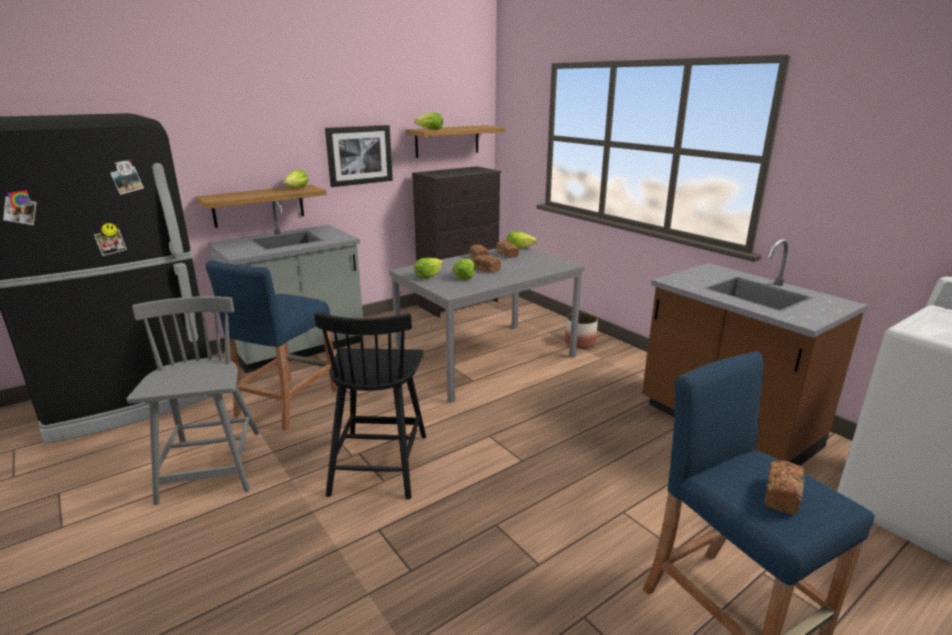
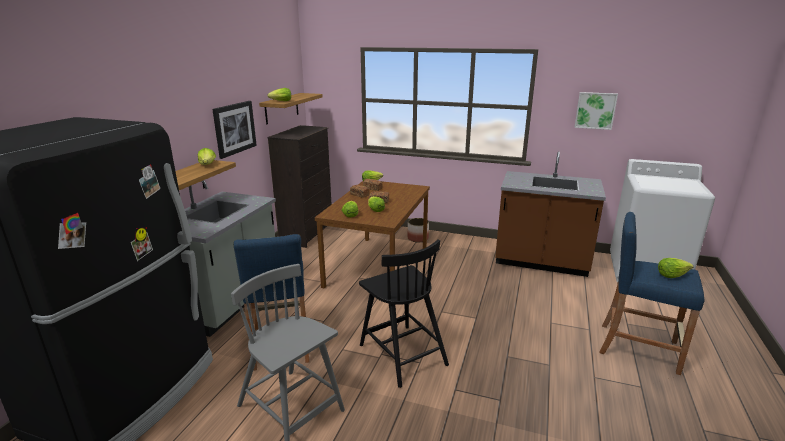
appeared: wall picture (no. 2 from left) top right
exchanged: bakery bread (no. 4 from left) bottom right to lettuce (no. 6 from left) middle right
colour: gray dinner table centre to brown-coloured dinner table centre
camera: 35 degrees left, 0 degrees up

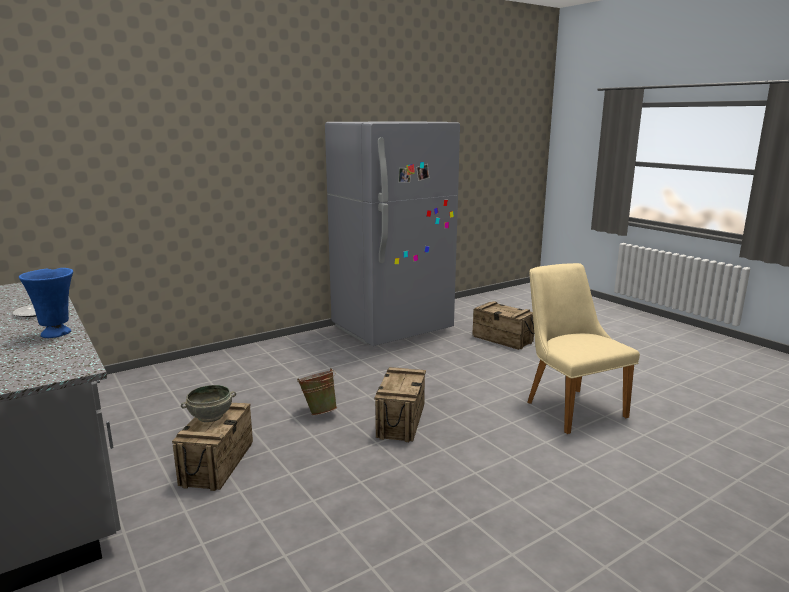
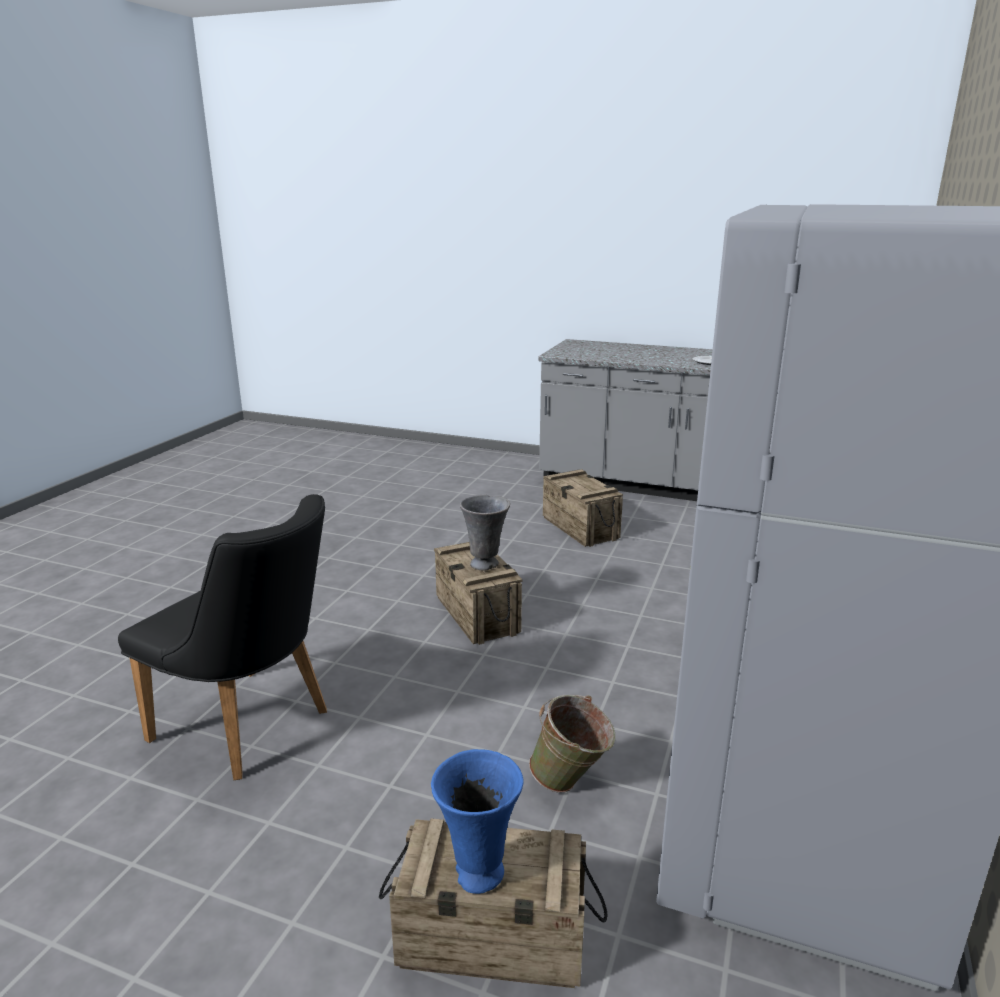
missing: gray serving bowl bottom left
appeared: gray vase centre
relocated: blue vase middle left to bottom centre; green pail centre to bottom centre
colour: sand-coloured upright chair middle right to black upright chair middle left
camera: 145 degrees right, 5 degrees up

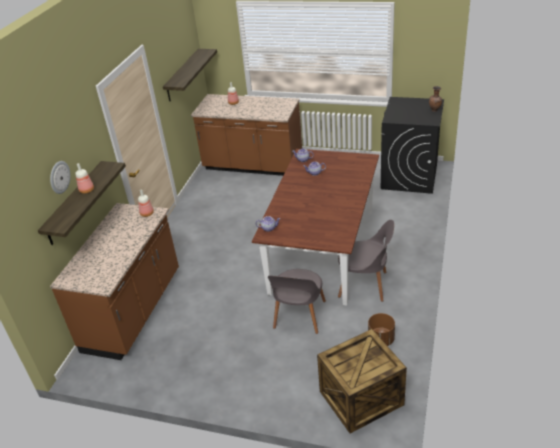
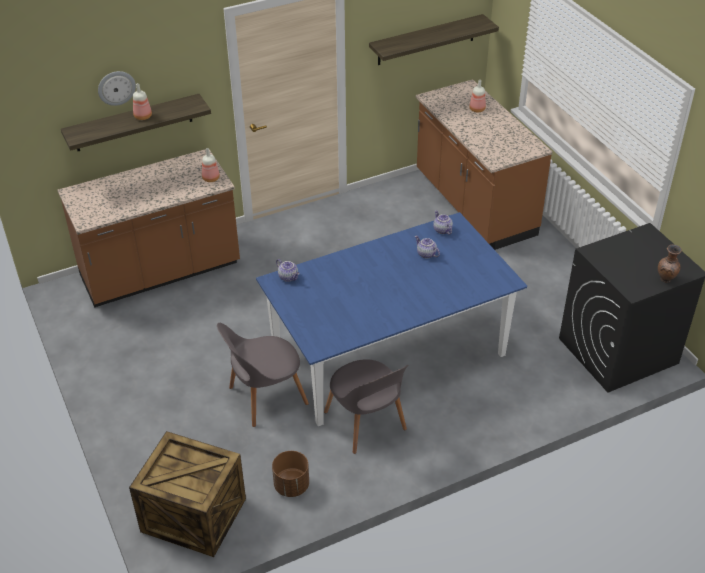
colour: brown-coloured dinner table centre to blue dinner table centre
camera: 45 degrees right, 5 degrees up

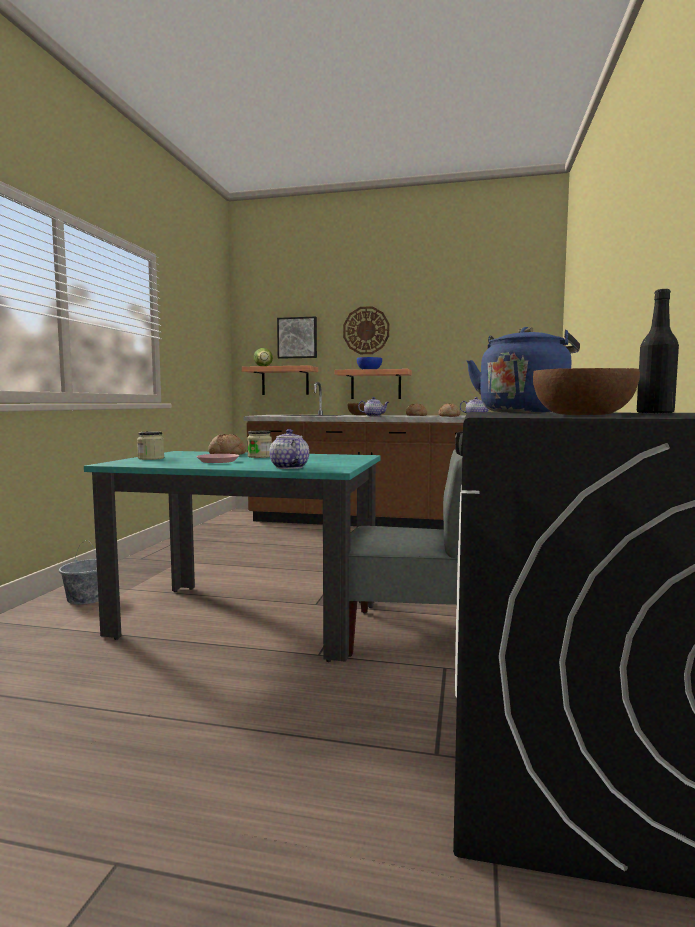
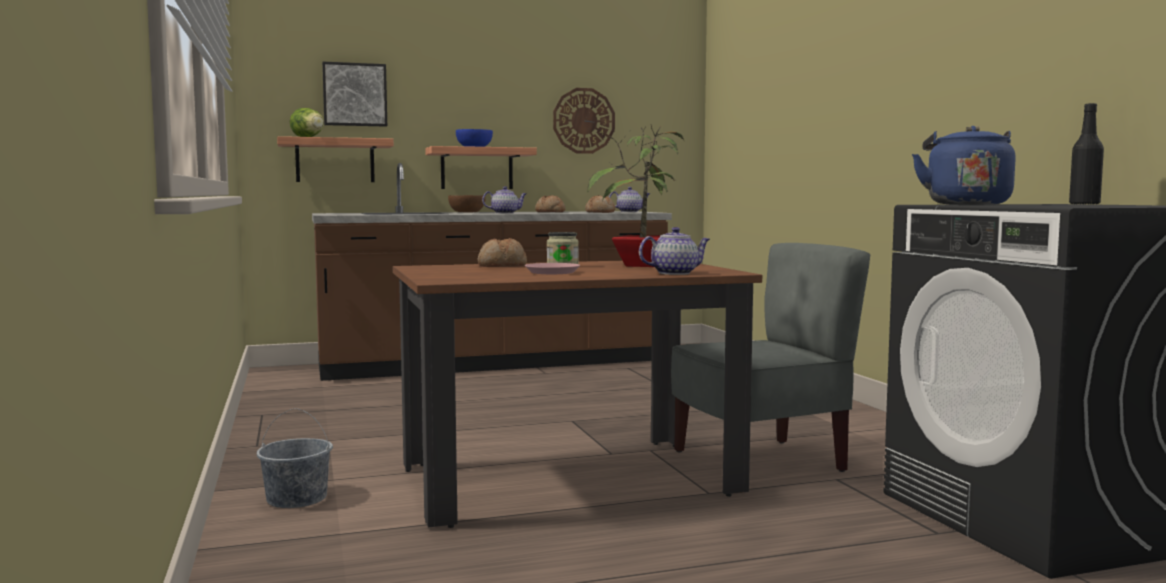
missing: storage jar (no. 1 from left) middle left; brown-coloured serving bowl (no. 2 from left) middle right
appeared: plant in a pot centre
relocated: wall clock centre to top centre
colour: blue-green dinner table centre to brown-coloured dinner table bottom centre
spun: tea pot (no. 1 from left in the first image) centre = centre 120 degrees clockwise
camera: 30 degrees left, 0 degrees up

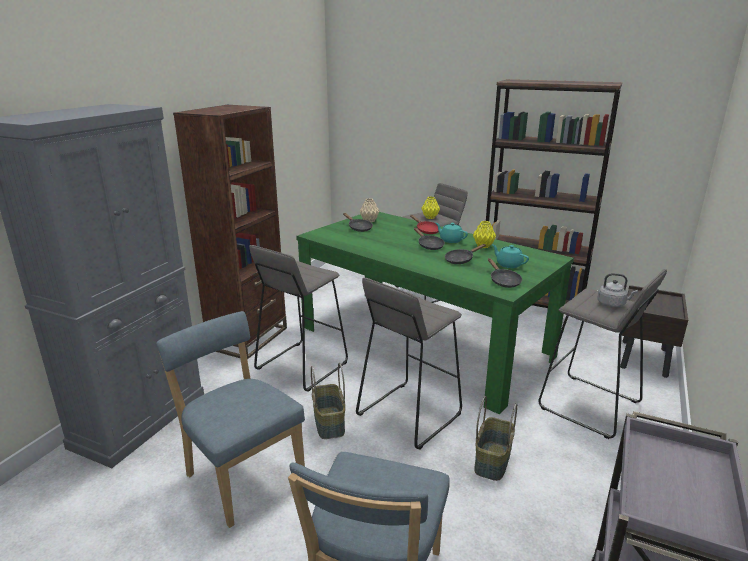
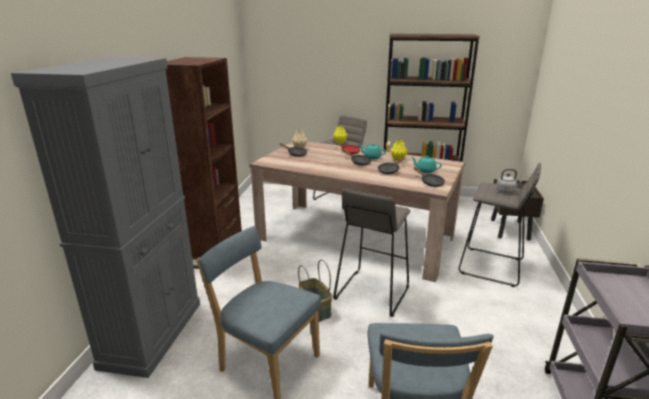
missing: gray stool (no. 1 from left) centre; storage basket (no. 2 from left) bottom centre
colour: green dinner table centre to sand-coloured dinner table centre
camera: 15 degrees left, 0 degrees up

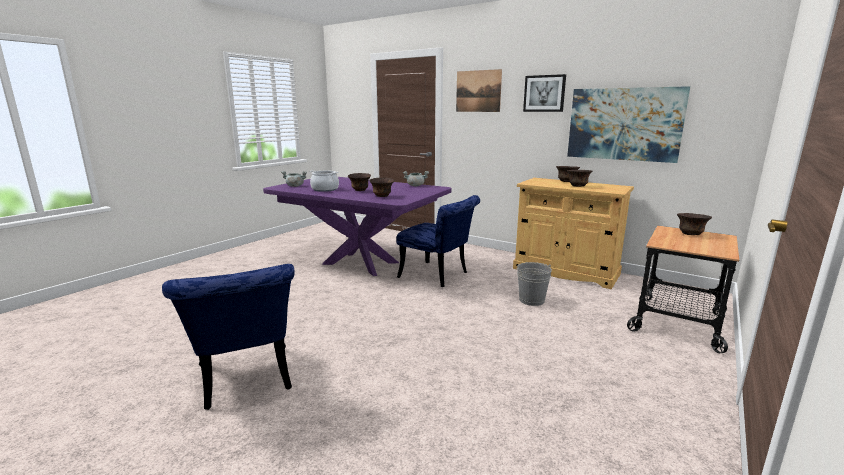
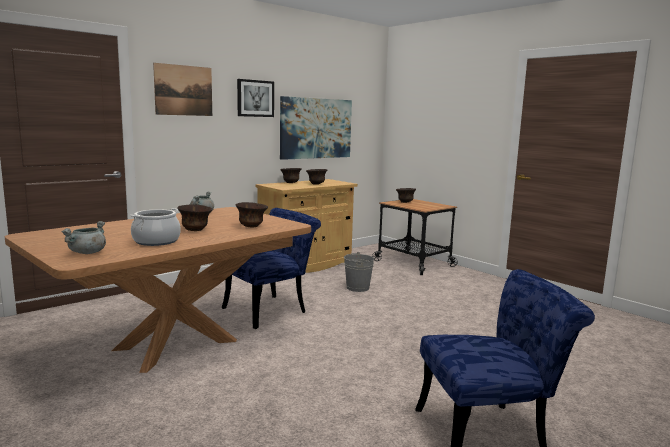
colour: purple dinner table centre to brown-coloured dinner table middle left
camera: 75 degrees left, 5 degrees down

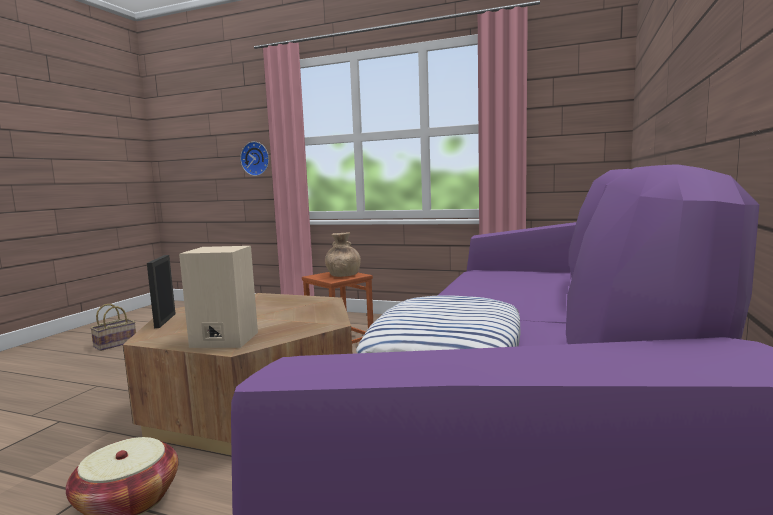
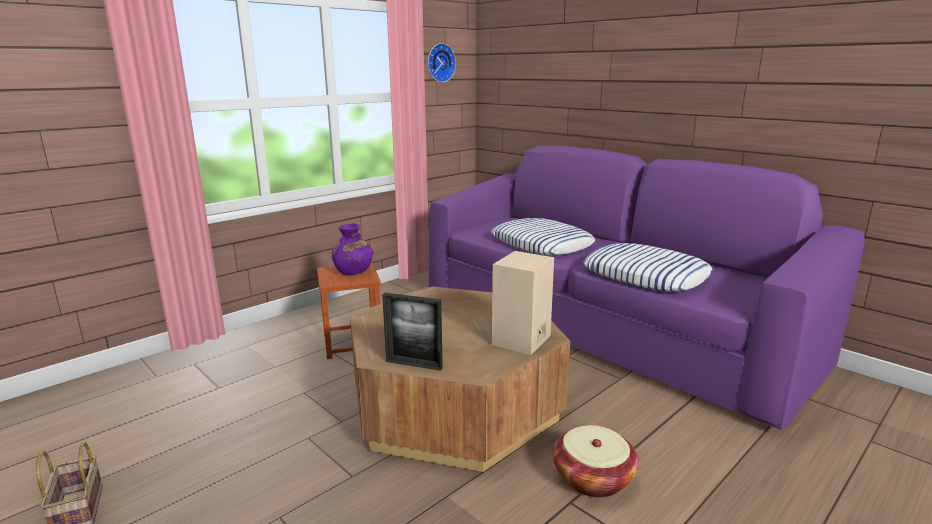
appeared: throw pillow (no. 1 from left) centre
relocated: wall clock top left to top centre
colour: brown-coloured vase centre to purple vase centre
camera: 65 degrees left, 10 degrees up

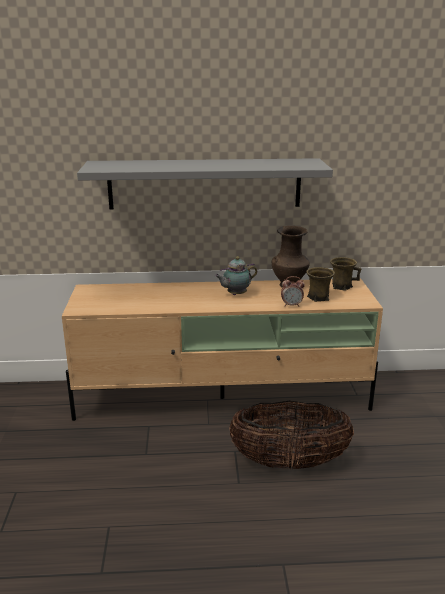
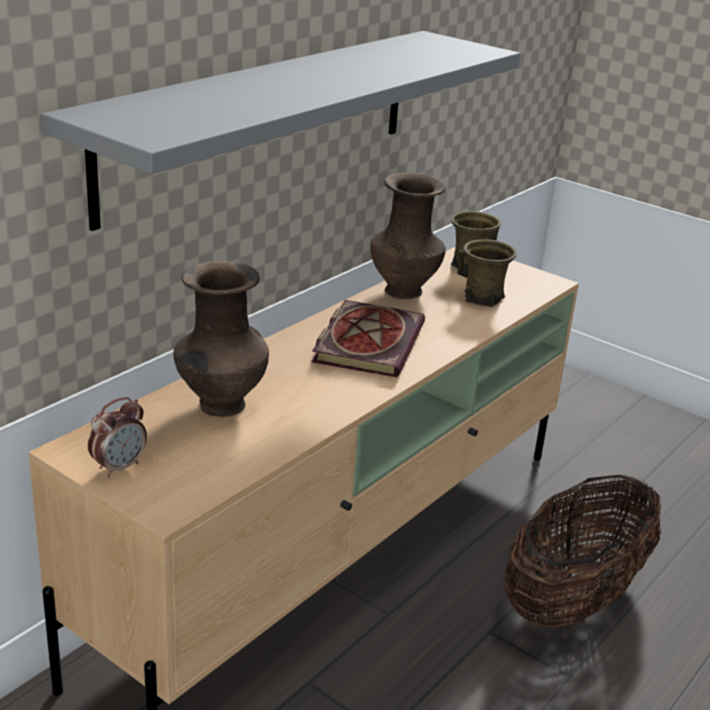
appeared: brown-coloured vase (no. 1 from left) middle left
relocated: alarm clock centre to middle left
exchanged: tea pot centre to bound book centre
camera: 50 degrees left, 5 degrees up

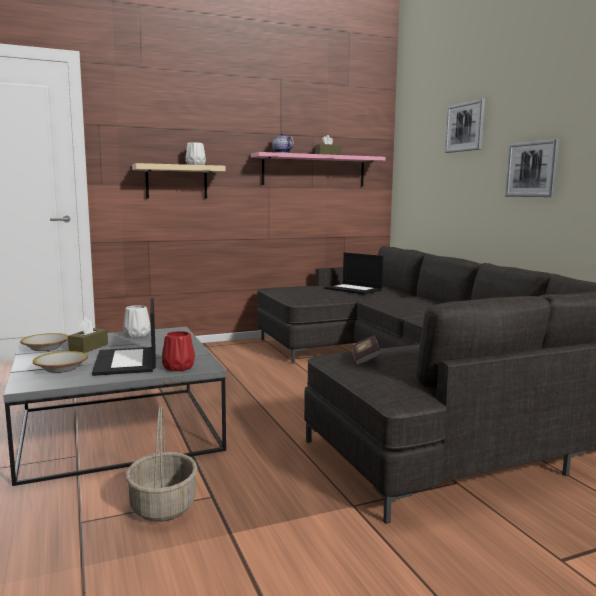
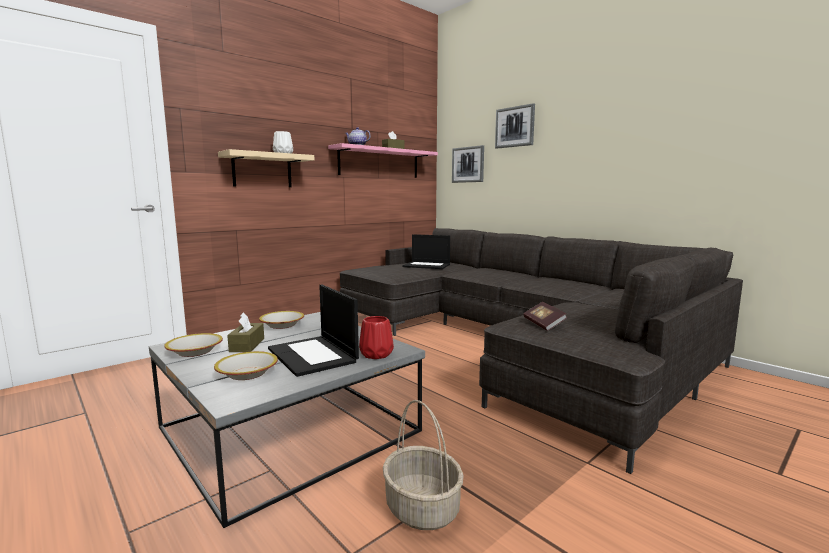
relocated: wall picture (no. 2 from left in the first image) top right to wall picture (no. 1 from left) top centre
exchanged: white vase (no. 1 from left) middle left to serving bowl (no. 3 from left) centre
camera: 20 degrees left, 0 degrees up

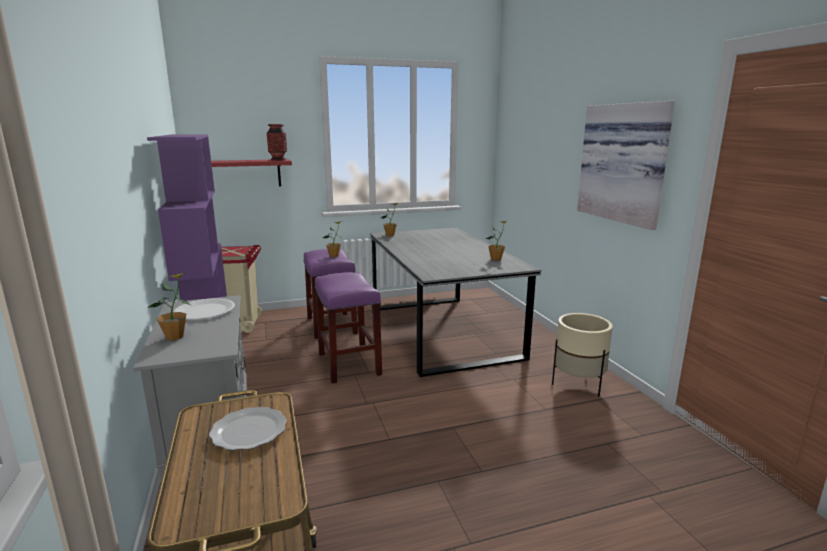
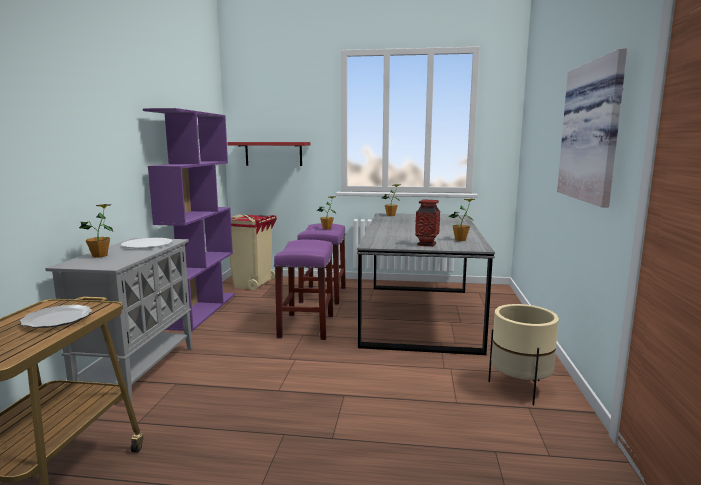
relocated: vase top centre to centre
camera: 25 degrees right, 5 degrees down

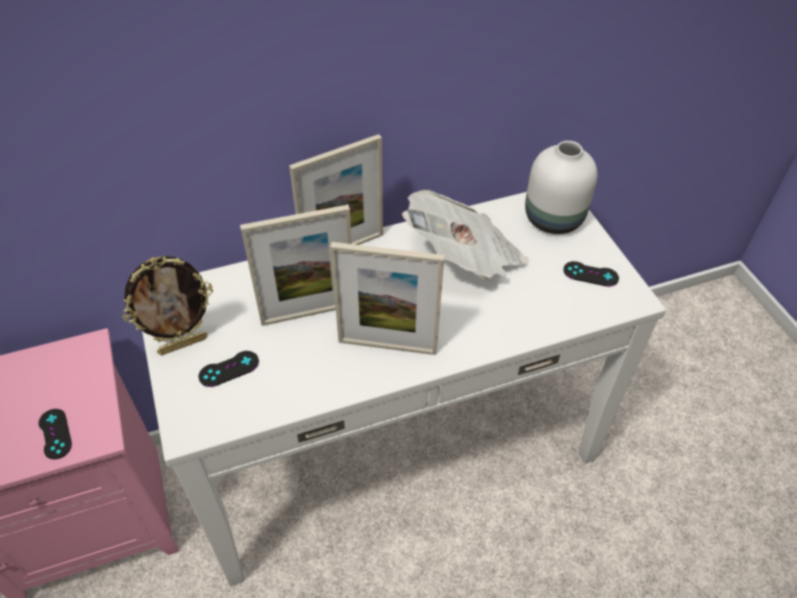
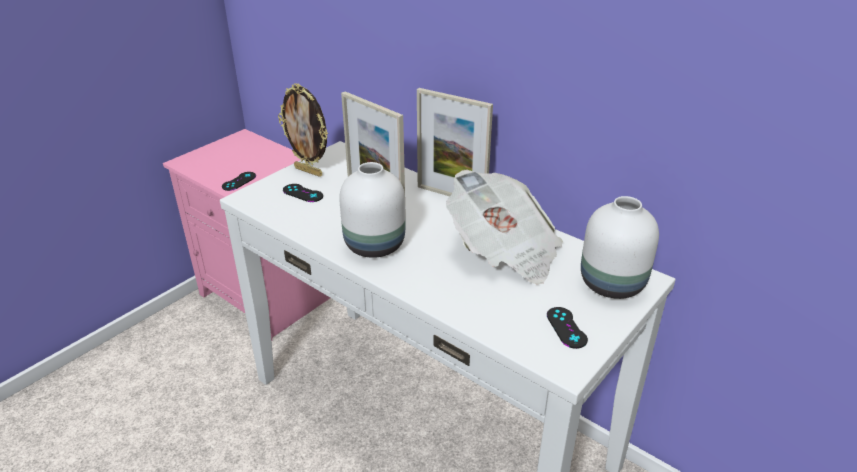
exchanged: picture frame (no. 4 from left) centre to white vase (no. 1 from left) centre
camera: 60 degrees right, 15 degrees down

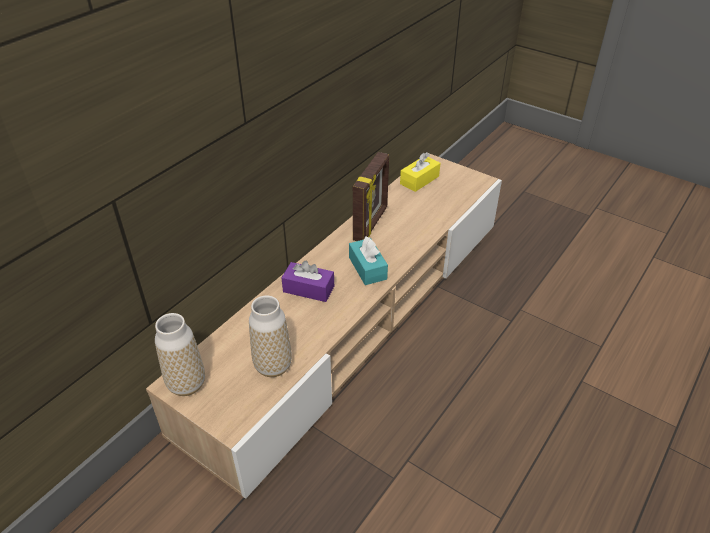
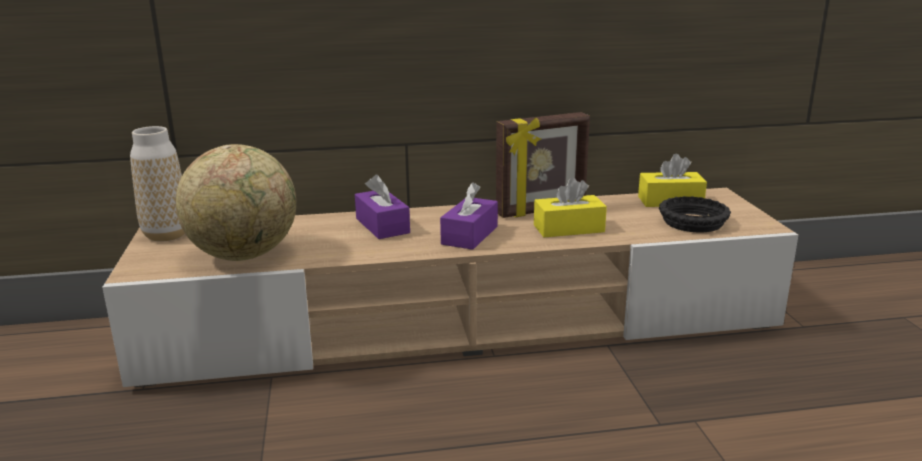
appeared: yellow tissue holder (no. 1 from left) centre; black serving bowl middle right
exchanged: vase (no. 2 from left) centre to world globe middle left
colour: blue-green tissue holder centre to purple tissue holder (no. 2 from left) centre
camera: 45 degrees right, 20 degrees down

